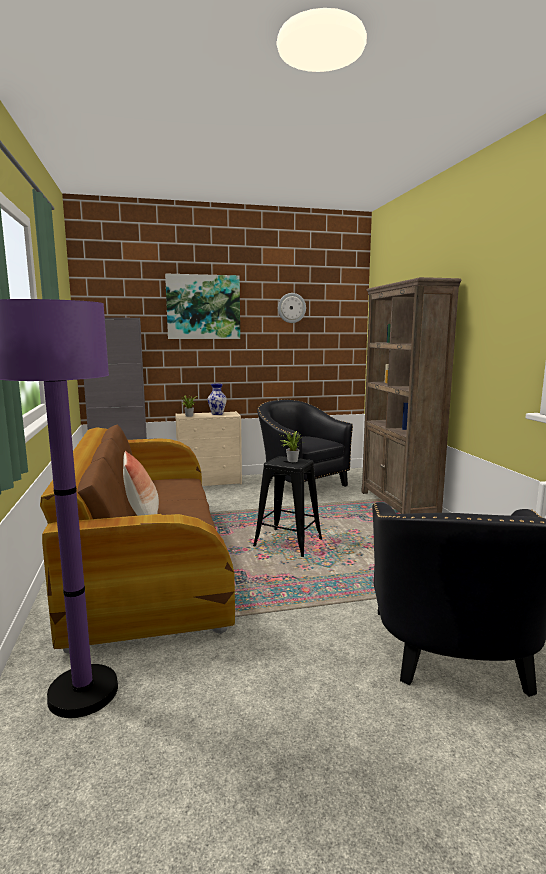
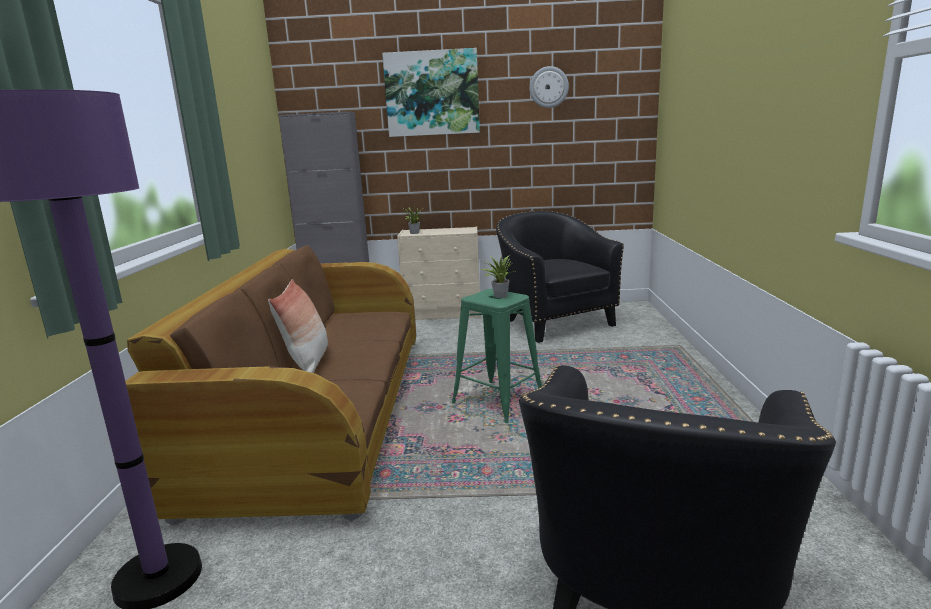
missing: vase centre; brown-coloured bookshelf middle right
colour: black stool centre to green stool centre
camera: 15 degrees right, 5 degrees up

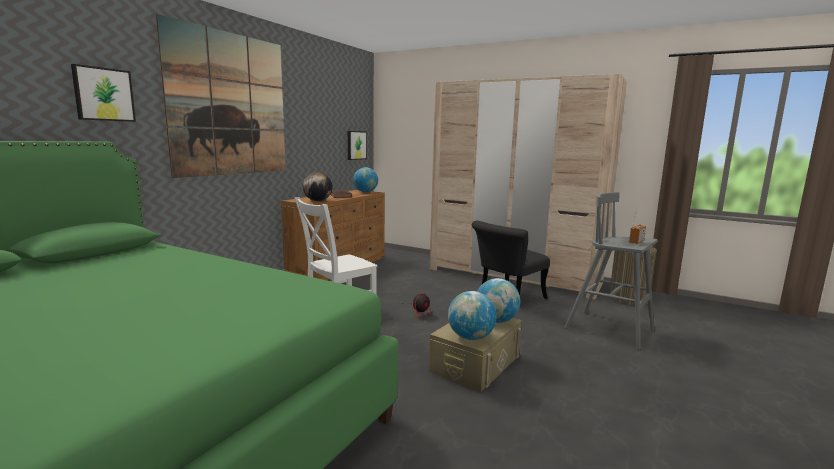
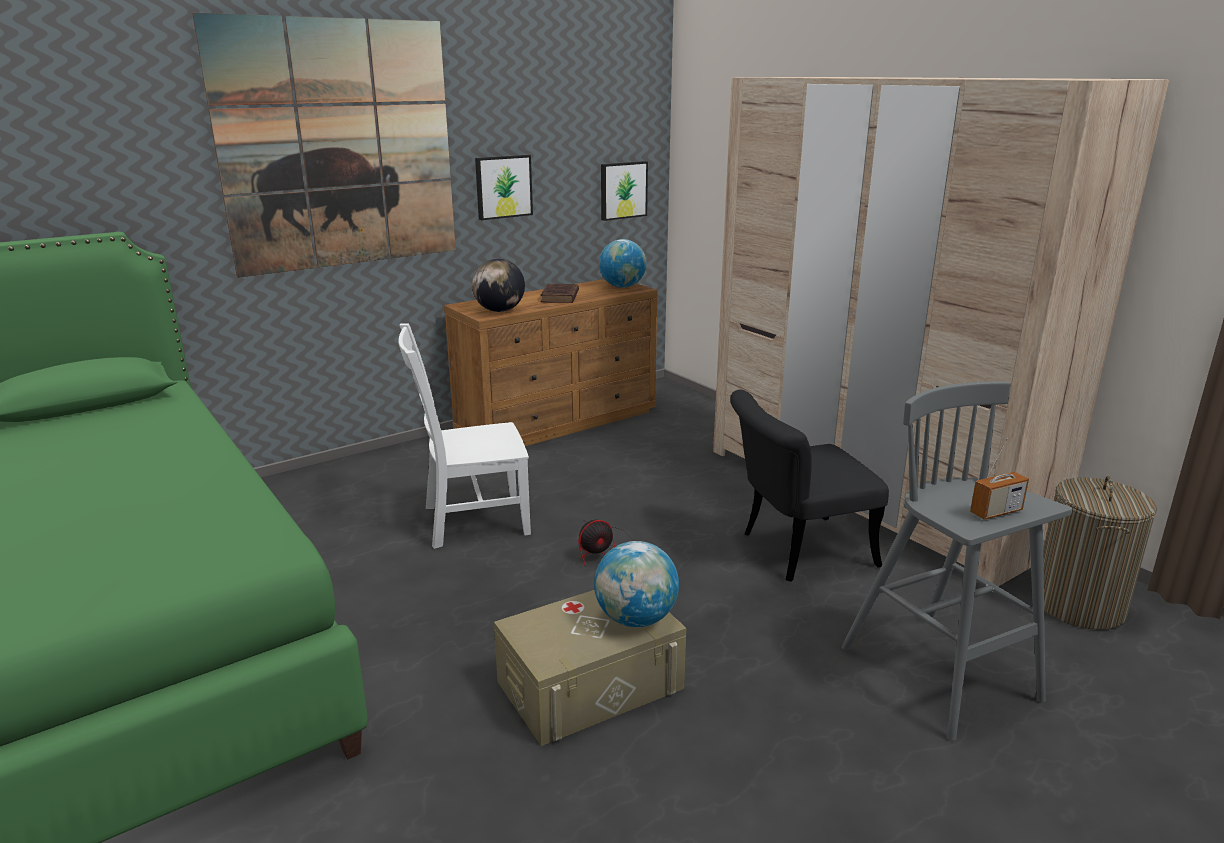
missing: world globe (no. 3 from left) bottom centre
relocated: wall picture (no. 1 from left in the first image) top left to wall picture (no. 2 from left) top centre
camera: 25 degrees right, 10 degrees up

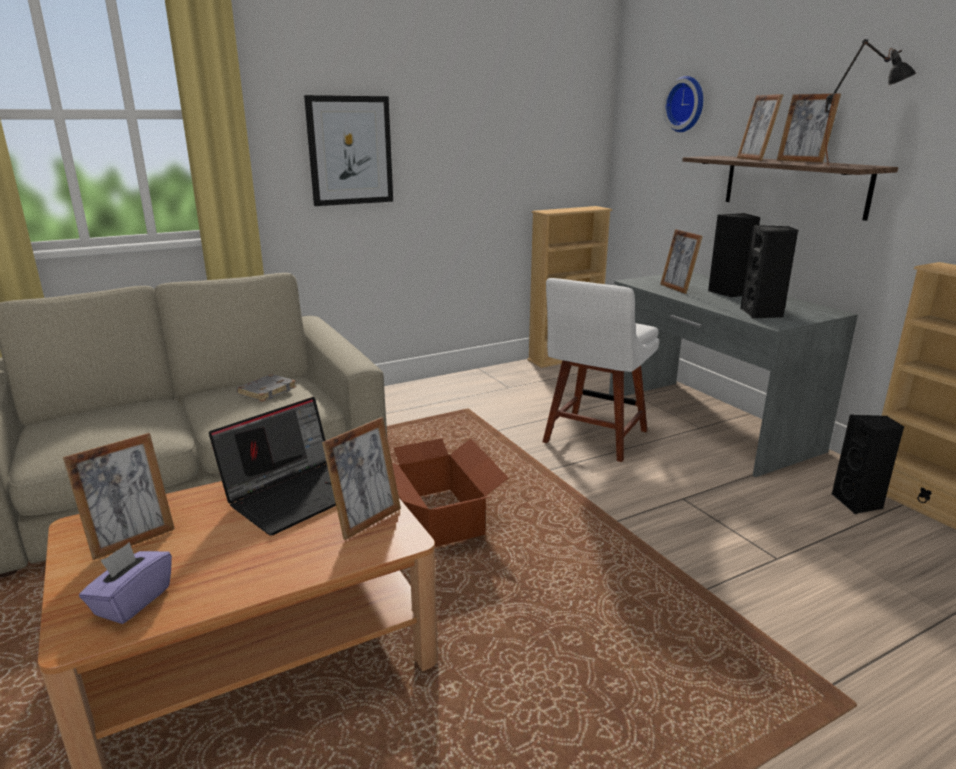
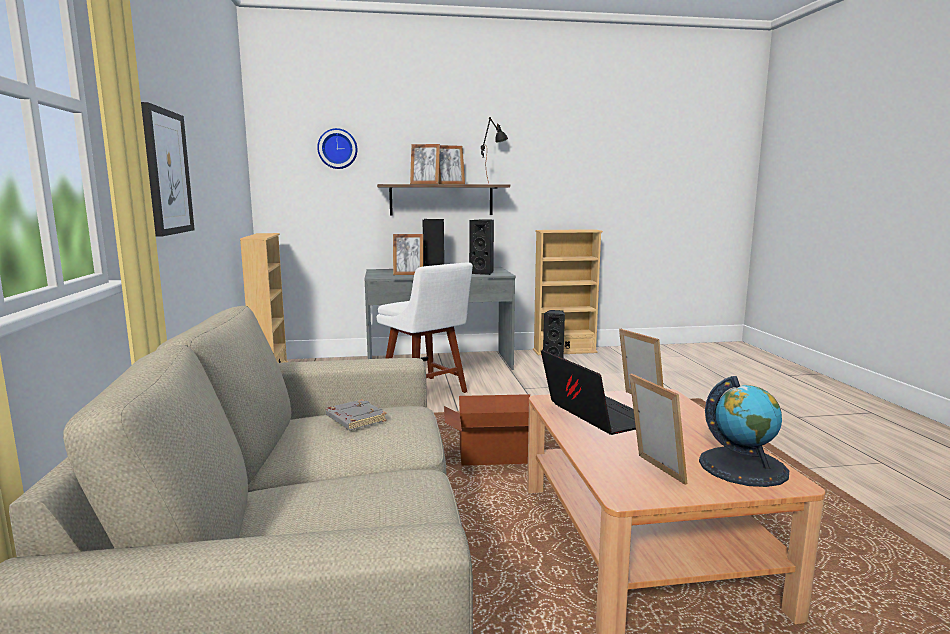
exchanged: purple tissue holder bottom left to world globe bottom right
camera: 70 degrees left, 10 degrees down

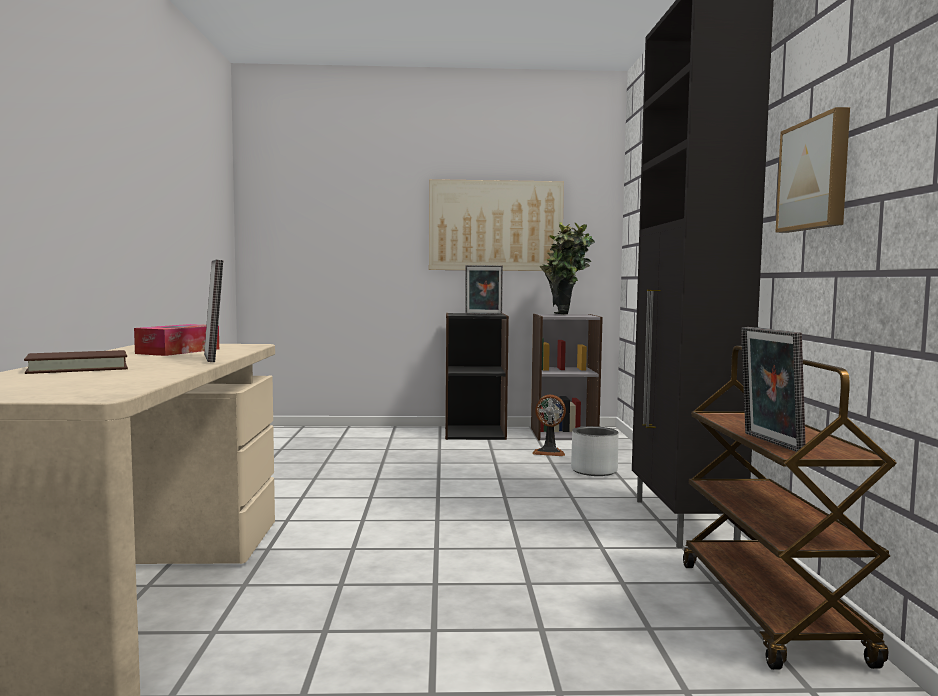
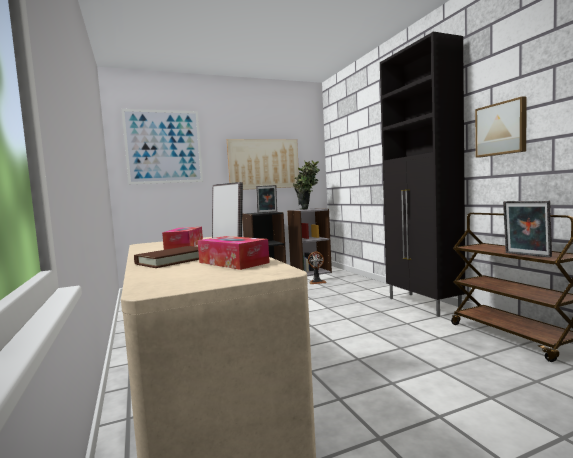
missing: gray planter centre
appeared: wall picture (no. 1 from left) top left; tissue holder (no. 2 from left) centre
camera: 20 degrees left, 0 degrees up

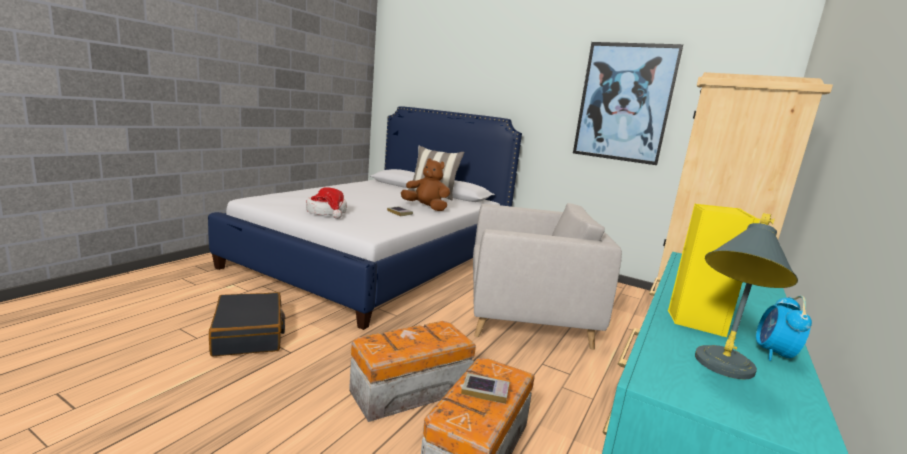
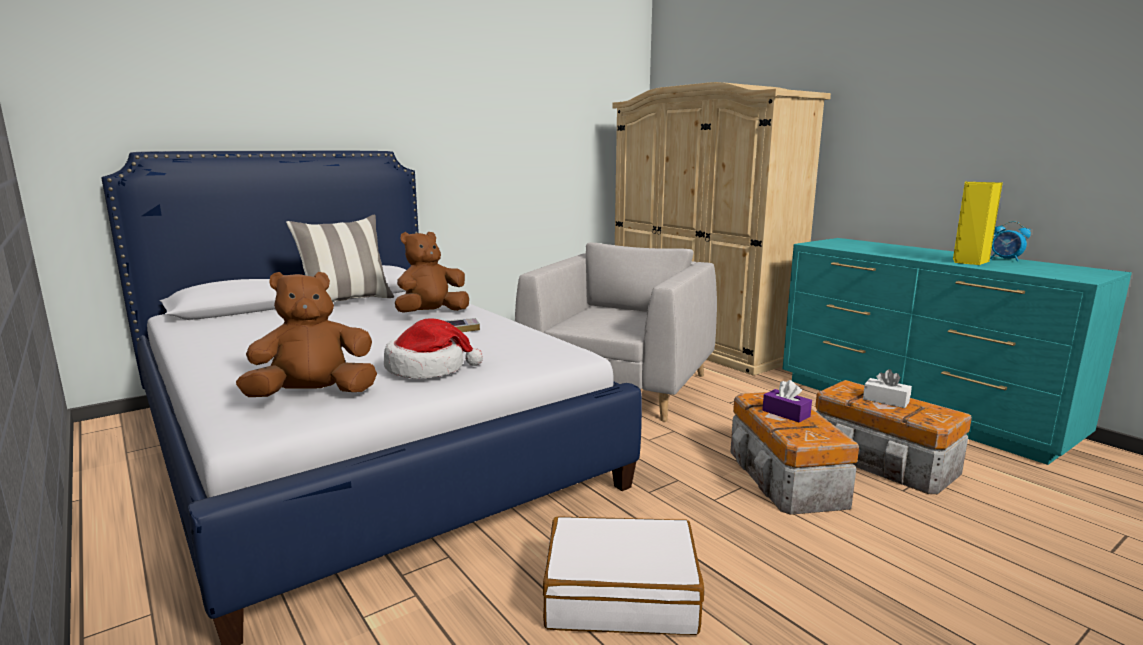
missing: wall picture top right; gray lamp for a table middle right
appeared: brown-coloured plush toy (no. 1 from left) middle left; purple tissue holder middle right
exchanged: bound book (no. 2 from left) bottom centre to white tissue holder middle right
colour: black piece of luggage bottom left to white piece of luggage bottom centre
camera: 65 degrees left, 0 degrees up

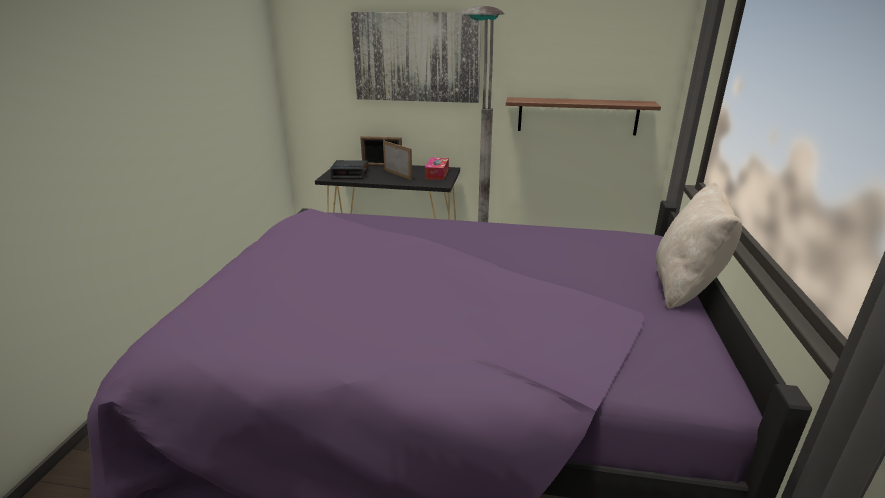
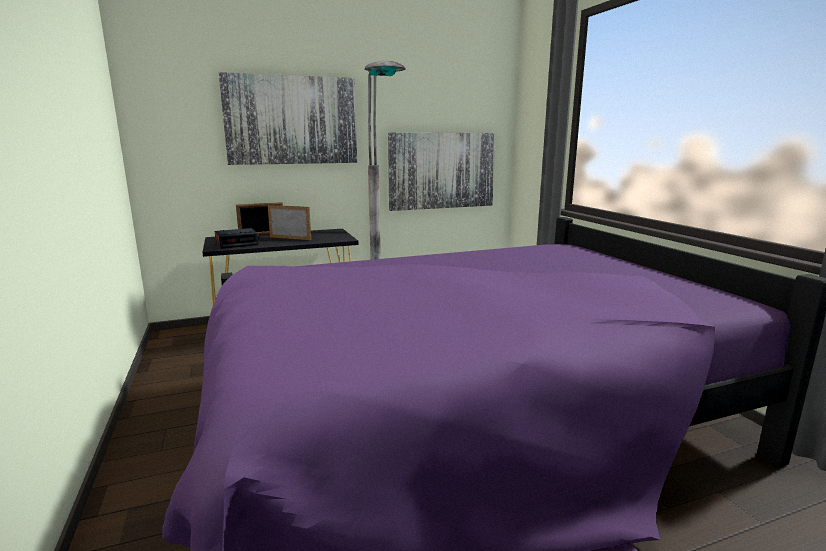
missing: tissue holder centre; sand-coloured throw pillow middle right
exchanged: bracket shelf top centre to wall picture (no. 2 from left) top centre
camera: 30 degrees left, 10 degrees down

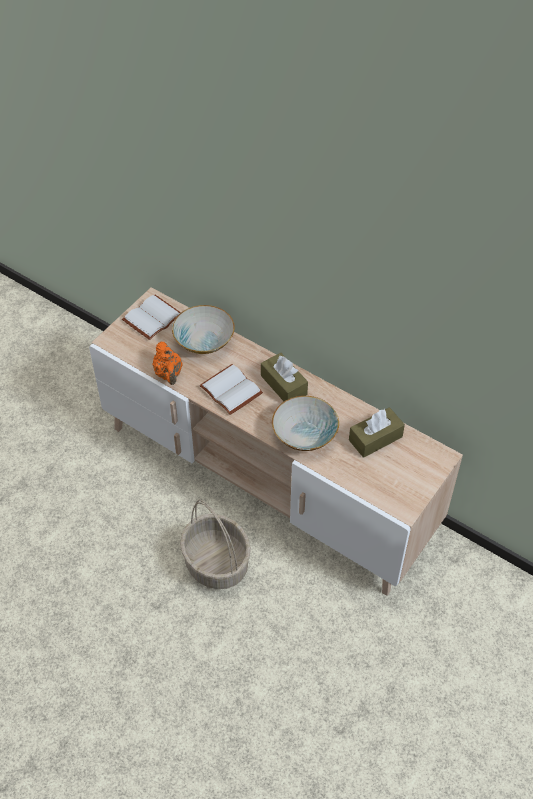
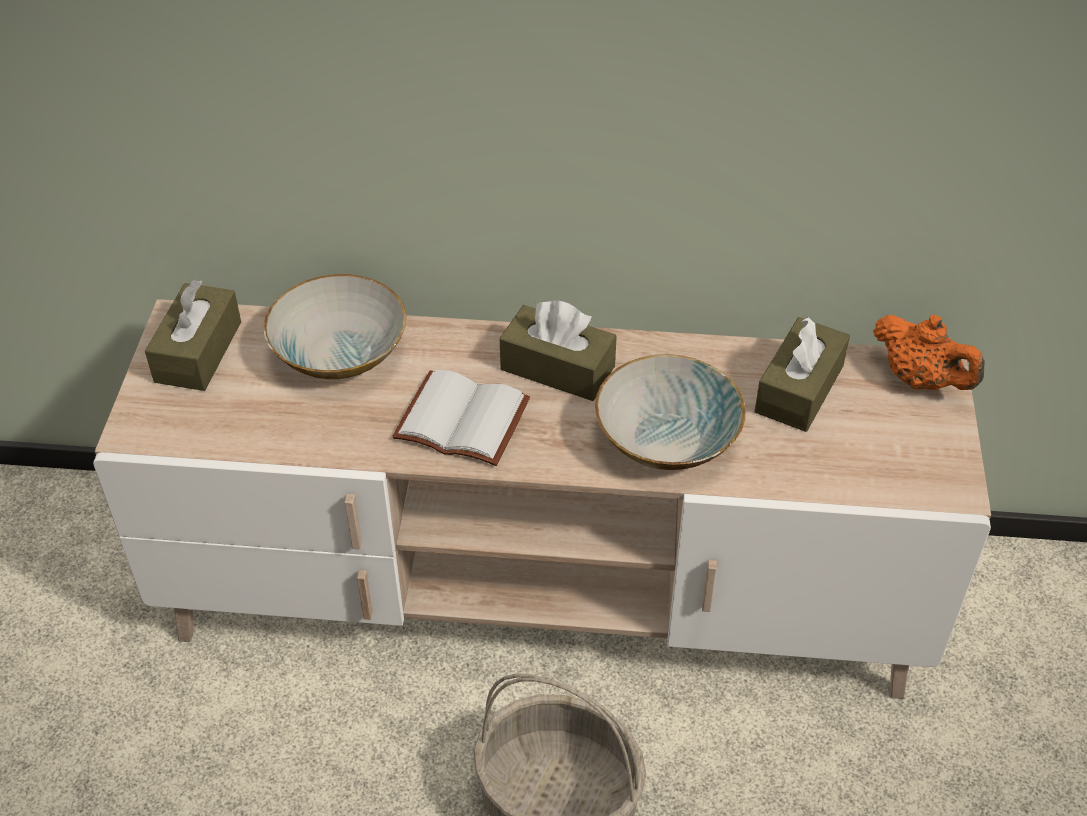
relocated: orangey tea pot middle left to middle right
exchanged: white bound book (no. 1 from left) middle left to brown-coloured tissue holder (no. 1 from left) middle left
camera: 30 degrees left, 5 degrees down

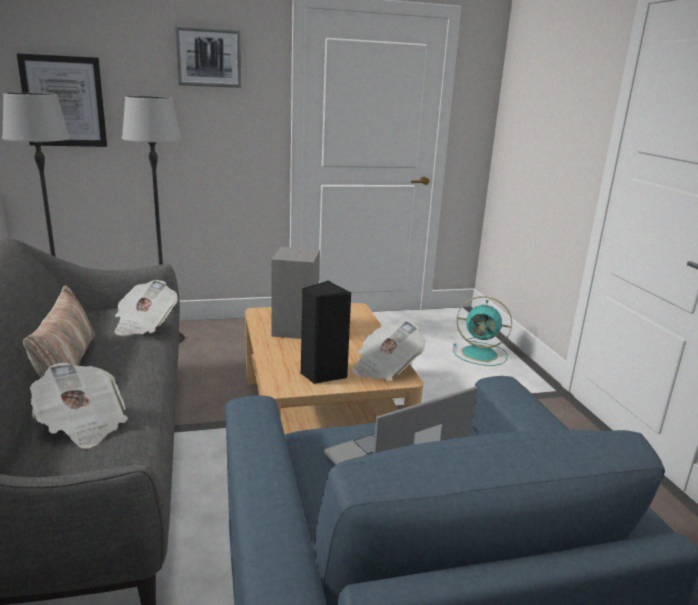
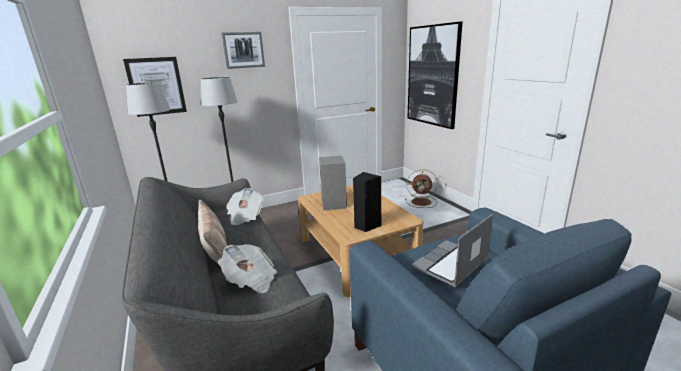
missing: newspaper (no. 3 from left) centre
appeared: wall picture (no. 3 from left) top centre
colour: blue-green fan middle right to brown-coloured fan centre
camera: 10 degrees left, 0 degrees up

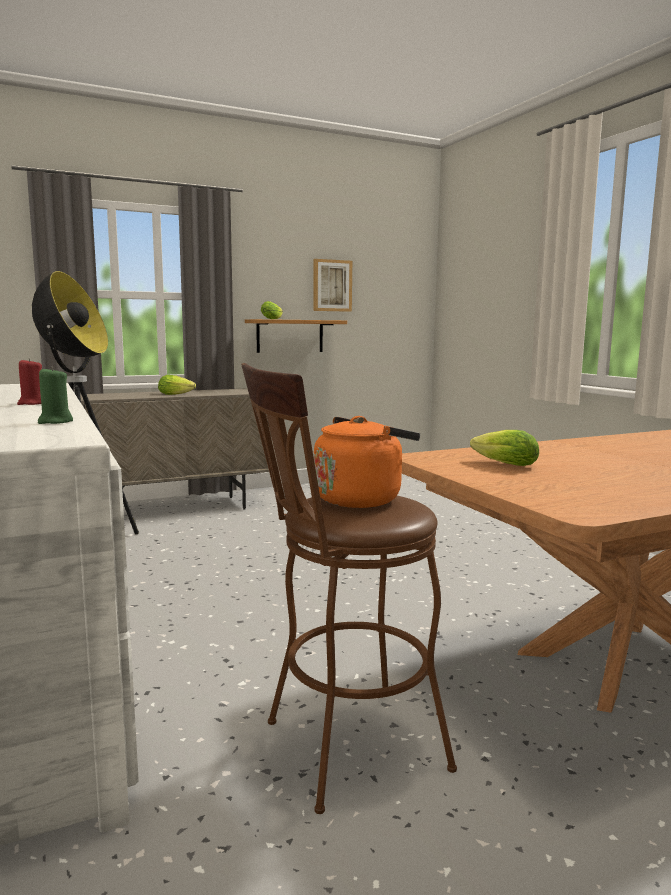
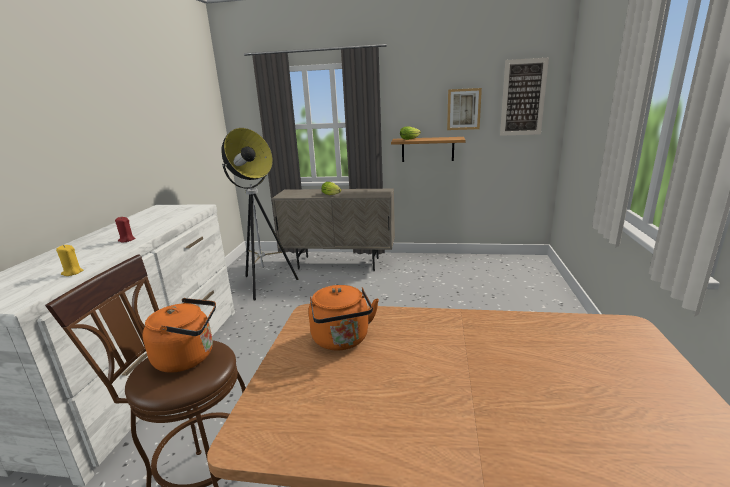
appeared: wall picture (no. 2 from left) top right
exchanged: lettuce (no. 3 from left) middle right to orangey tea kettle (no. 2 from left) centre
colour: green wax light middle left to yellow wax light middle left
camera: 35 degrees right, 10 degrees up

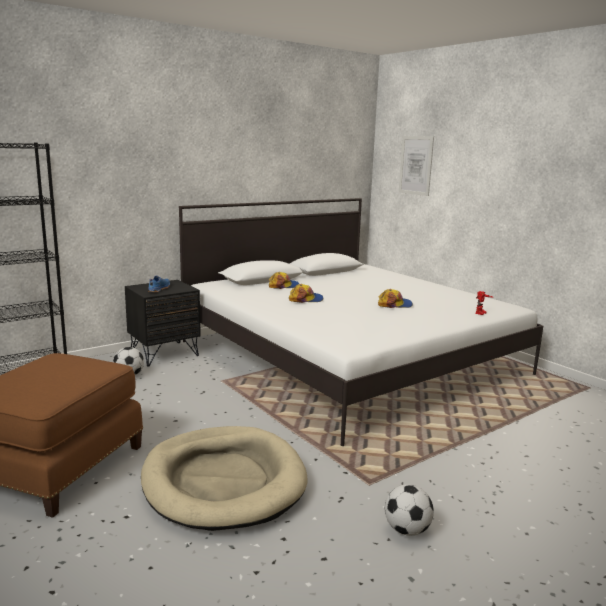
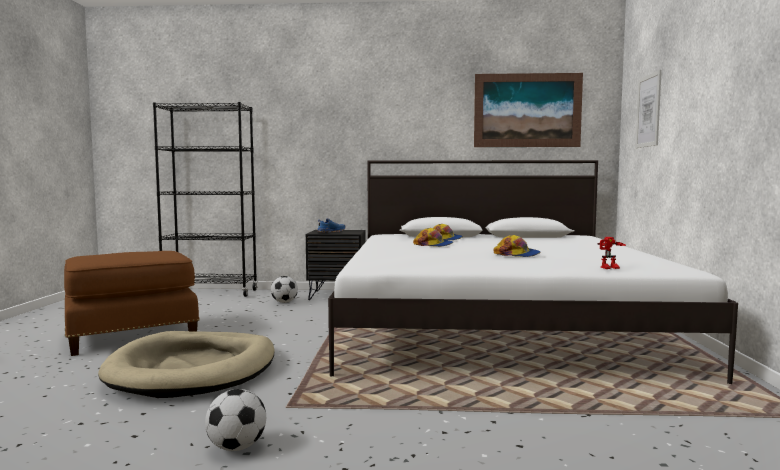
appeared: wall picture (no. 1 from left) top right
camera: 40 degrees right, 10 degrees down

